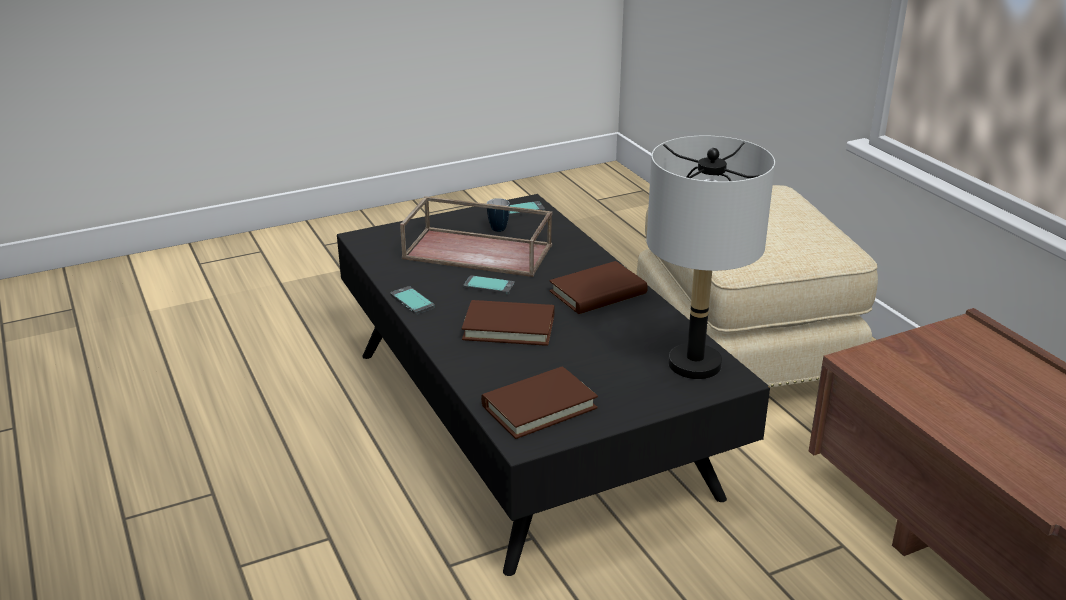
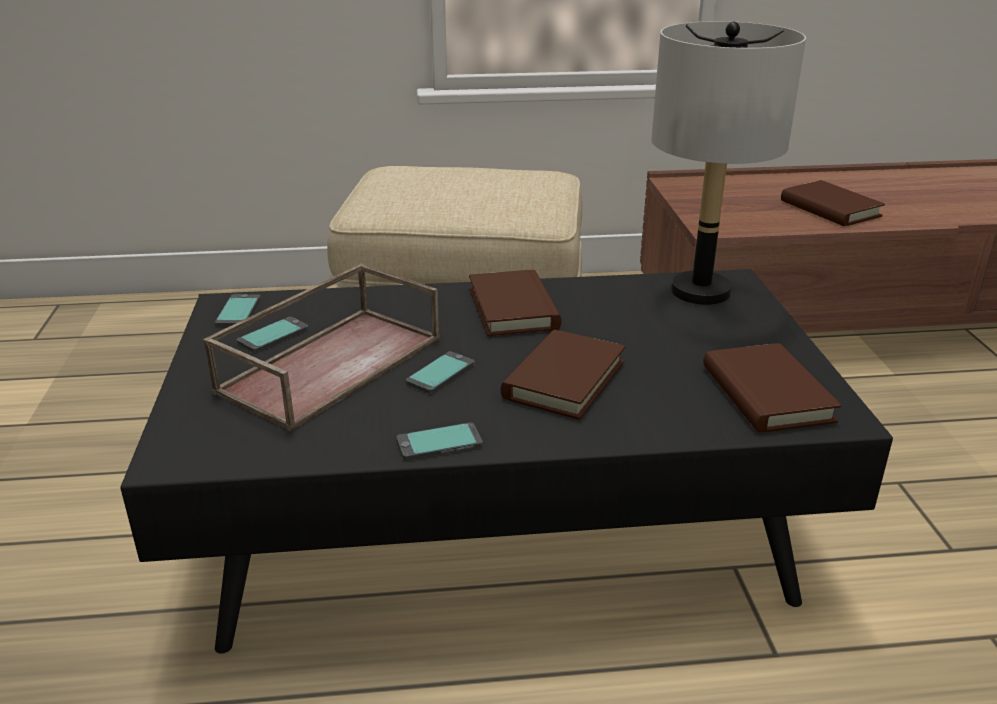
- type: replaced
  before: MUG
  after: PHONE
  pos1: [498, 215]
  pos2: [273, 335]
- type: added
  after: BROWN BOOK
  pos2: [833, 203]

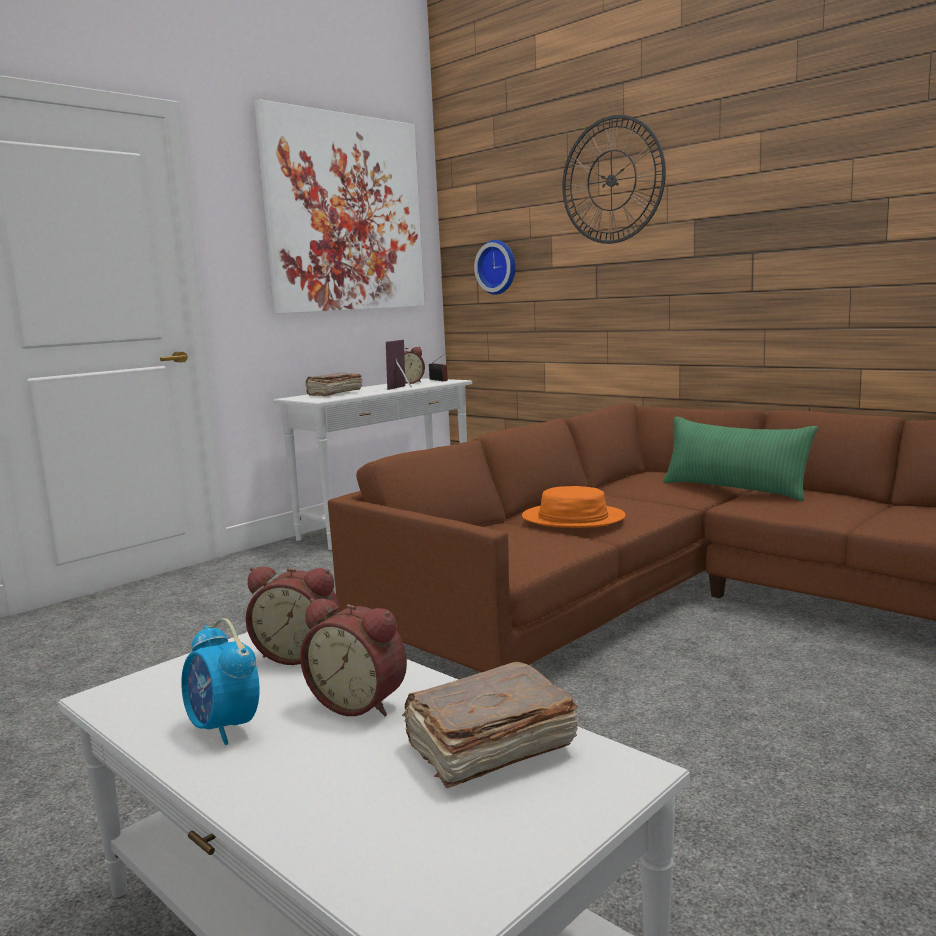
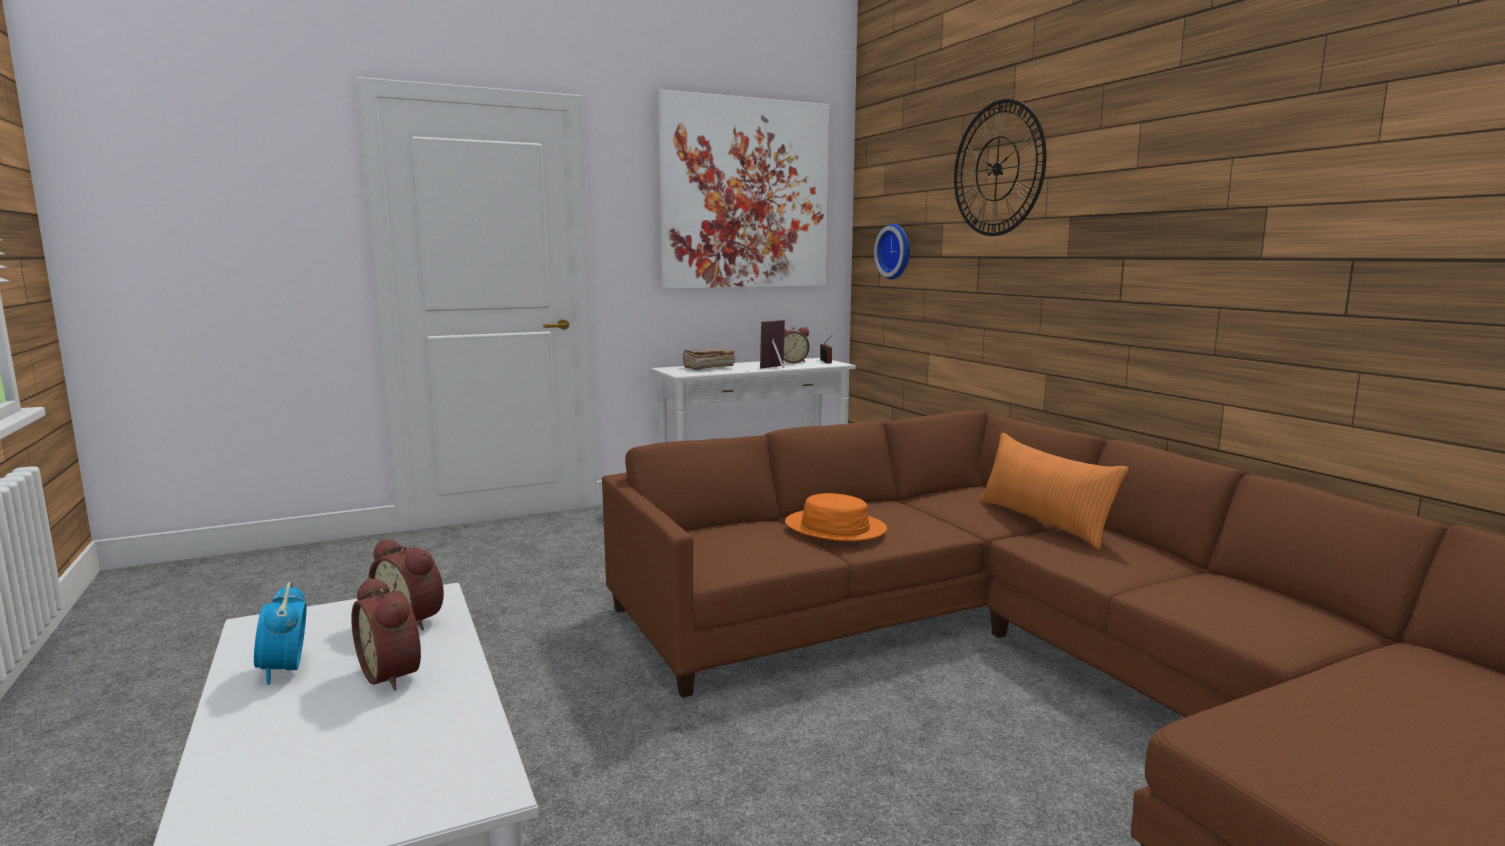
- type: removed
  before: BROWN BOOK
  pos1: [490, 725]
- type: recoloured
  before: GREEN PILLOW
  after: ORANGE PILLOW
  pos1: [740, 459]
  pos2: [1054, 491]

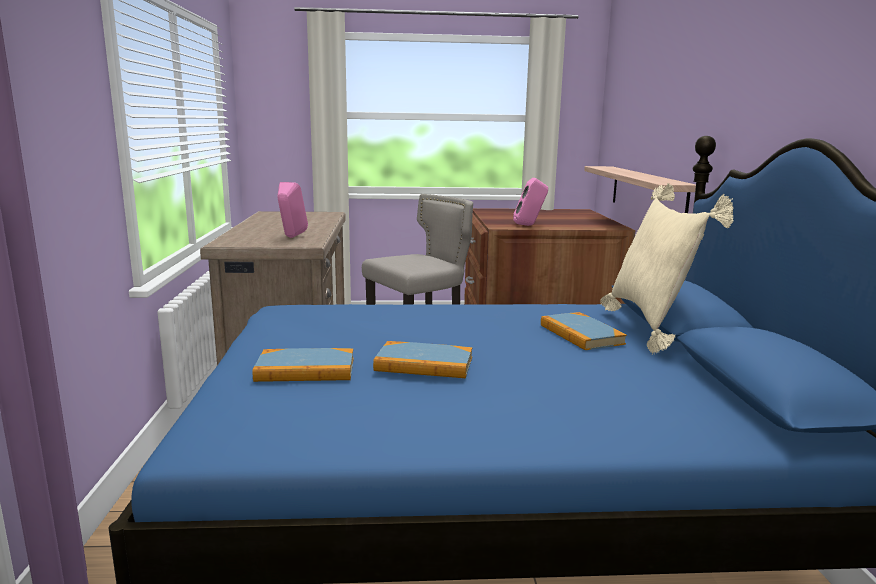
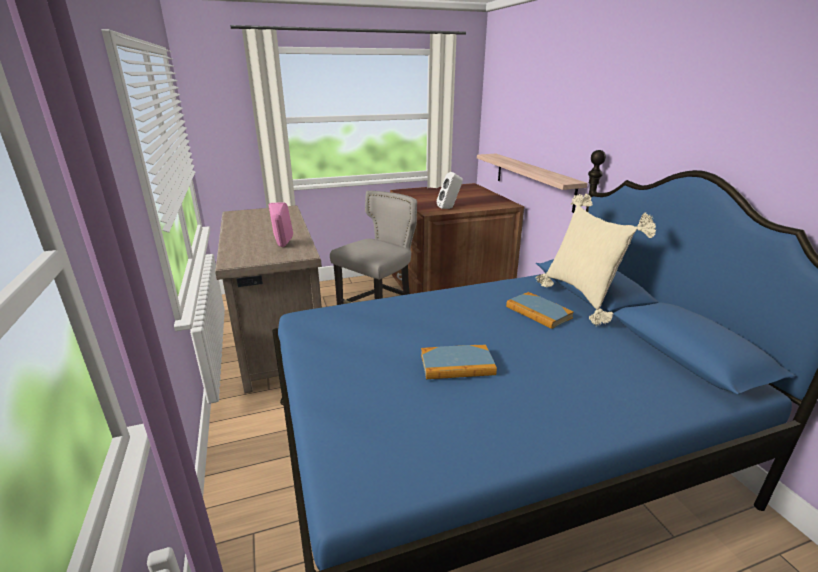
- type: removed
  before: BOOK
  pos1: [303, 365]
- type: recoloured
  before: PINK SPEAKER
  after: WHITE SPEAKER
  pos1: [530, 202]
  pos2: [449, 190]

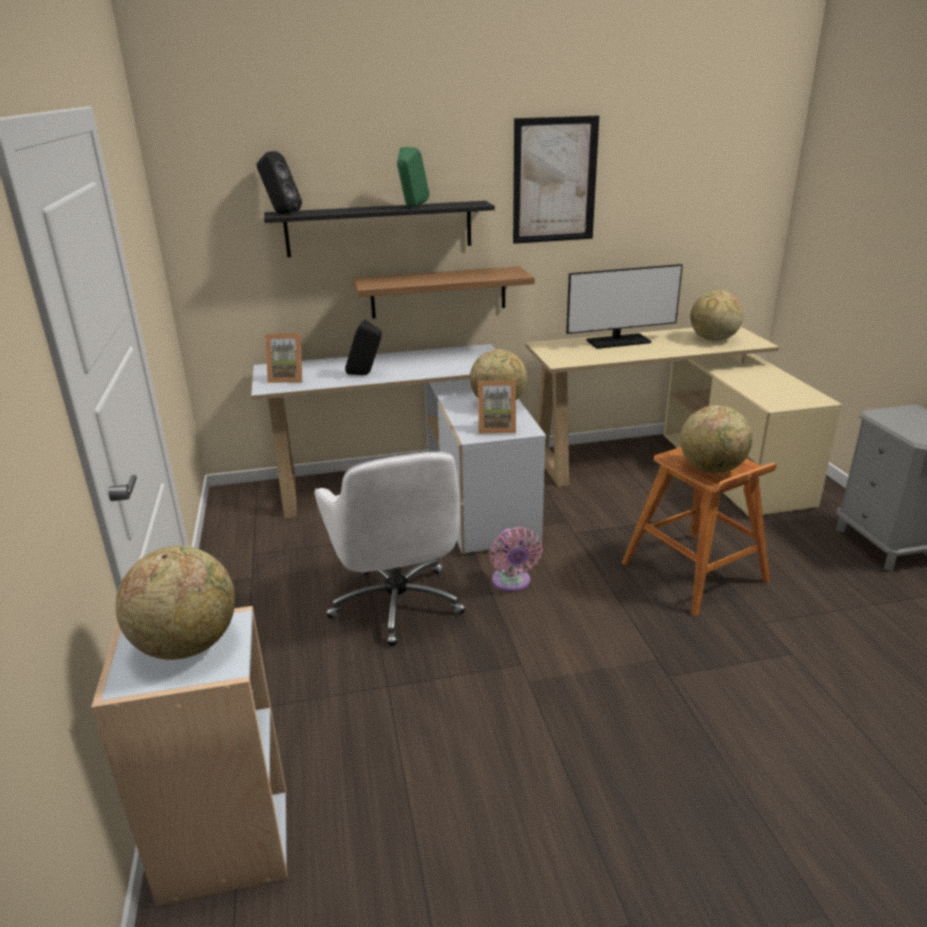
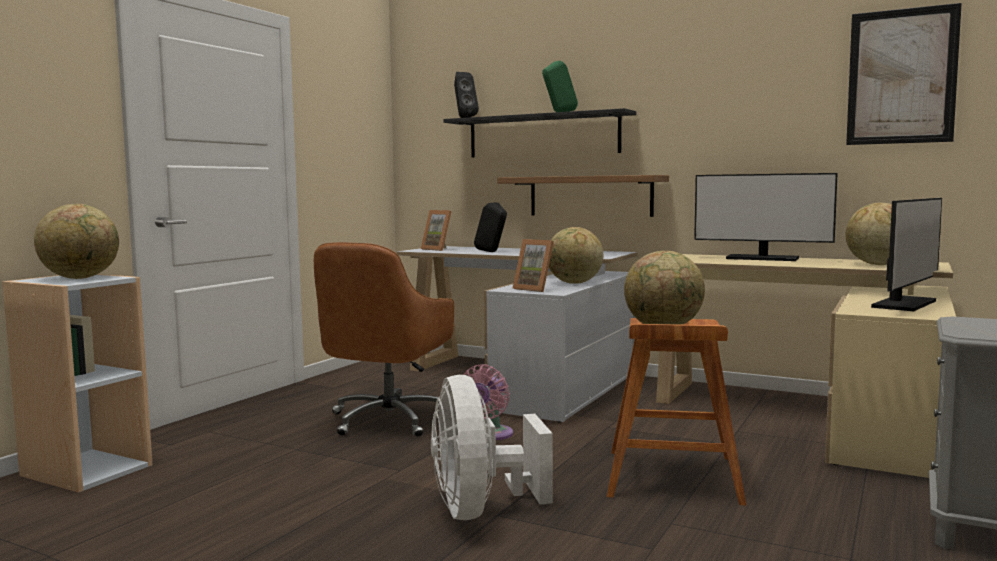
- type: recoloured
  before: WHITE OFFICE CHAIR
  after: BROWN OFFICE CHAIR
  pos1: [389, 549]
  pos2: [384, 339]
- type: moved
  before: PICTURE
  pos1: [556, 179]
  pos2: [904, 74]
- type: added
  after: WHITE FAN
  pos2: [492, 447]
- type: added
  after: MONITOR
  pos2: [906, 254]

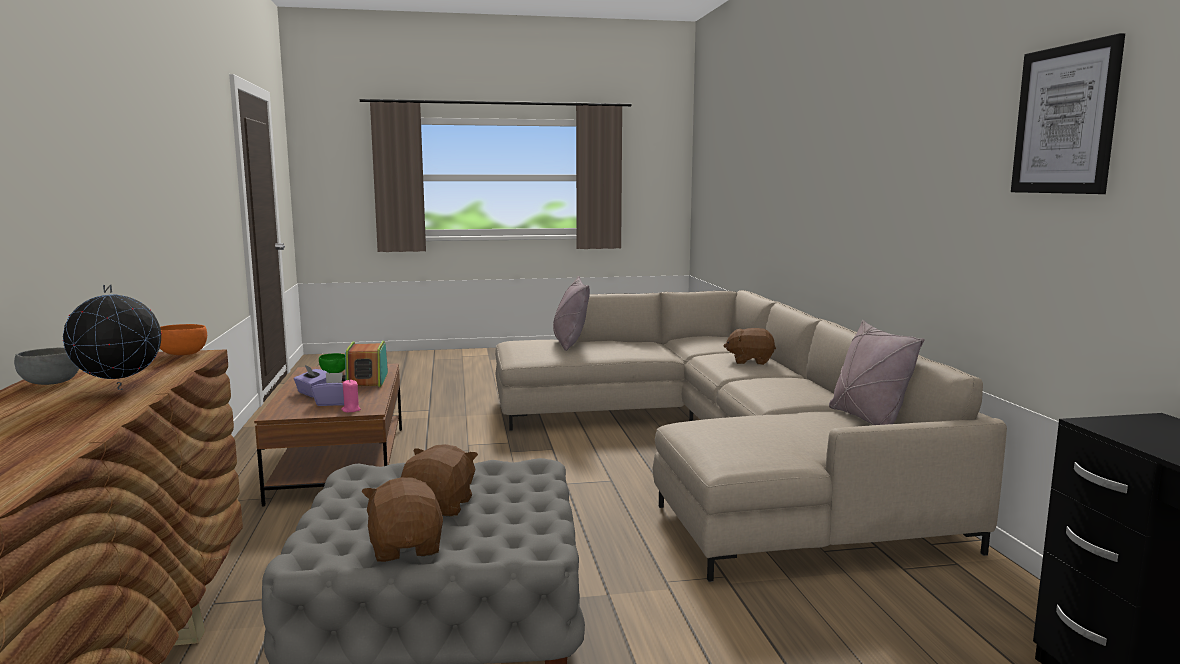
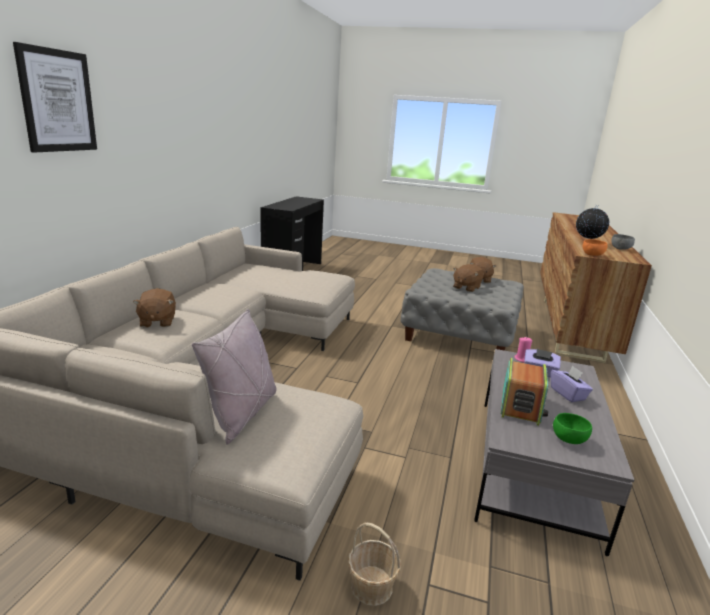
- type: recoloured
  before: BROWN COFFEE TABLE
  after: GREY COFFEE TABLE
  pos1: [328, 435]
  pos2: [554, 452]
- type: turned
  before: BROWN PLUSH TOY
  pos1: [750, 346]
  pos2: [154, 308]
  turn: 45
- type: removed
  before: PURPLE PILLOW
  pos1: [877, 372]
- type: moved
  before: PICTURE
  pos1: [1068, 113]
  pos2: [55, 97]
- type: added
  after: BASKET
  pos2: [374, 564]

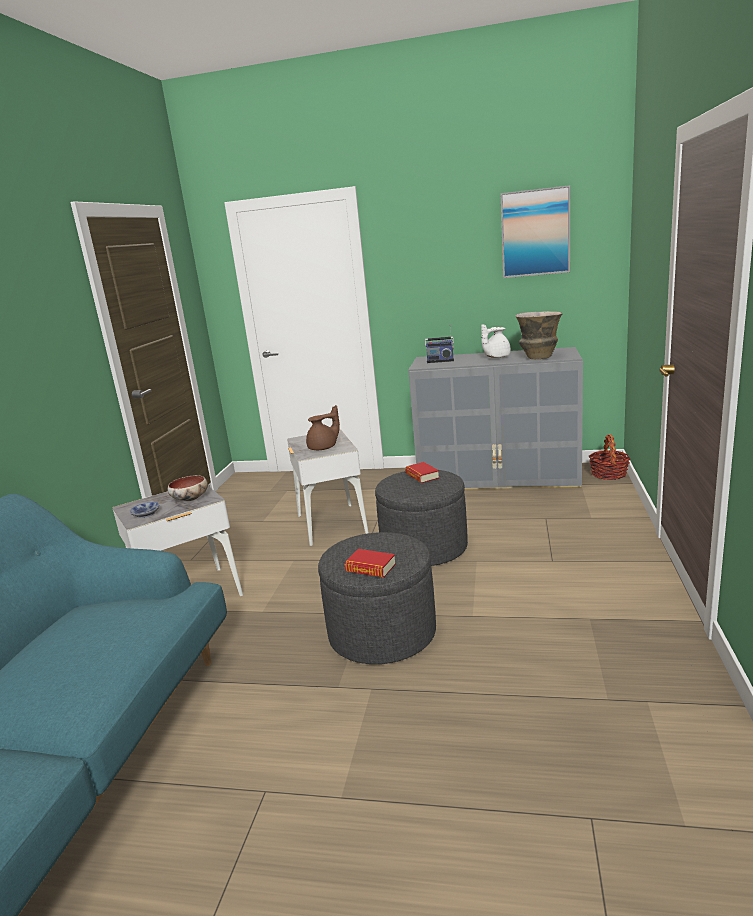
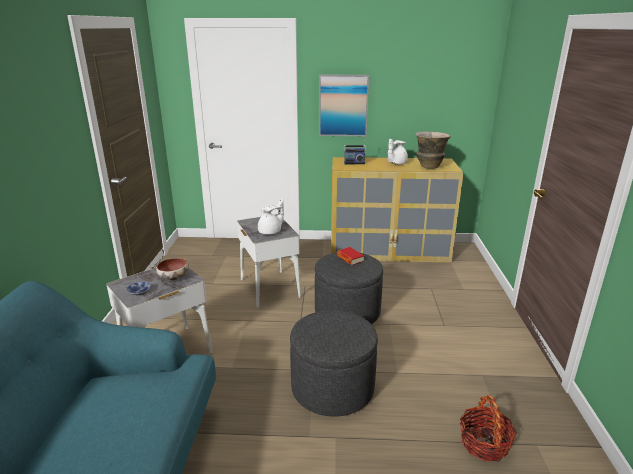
- type: recoloured
  before: BROWN TEAPOT
  after: WHITE TEAPOT
  pos1: [323, 427]
  pos2: [271, 217]
- type: removed
  before: BOOK
  pos1: [370, 563]
- type: recoloured
  before: GREY CABINET
  after: YELLOW CABINET
  pos1: [495, 418]
  pos2: [397, 209]
- type: moved
  before: PICTURE
  pos1: [535, 231]
  pos2: [344, 105]
- type: moved
  before: BASKET
  pos1: [609, 457]
  pos2: [488, 428]

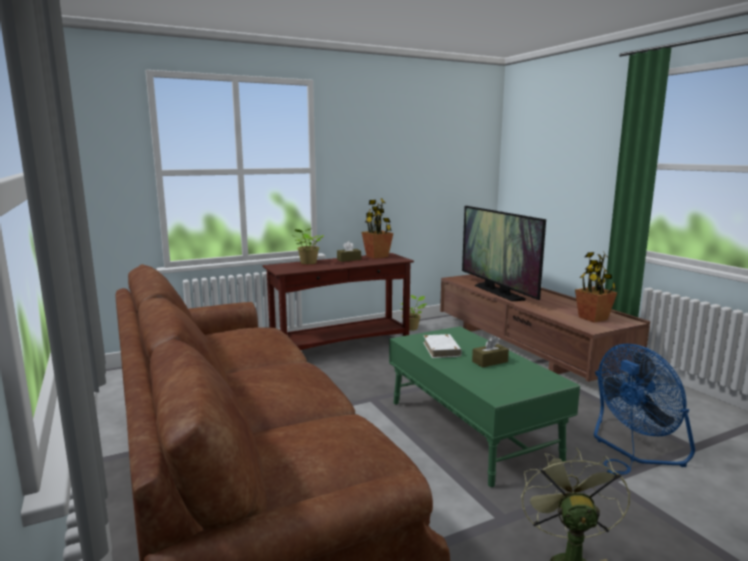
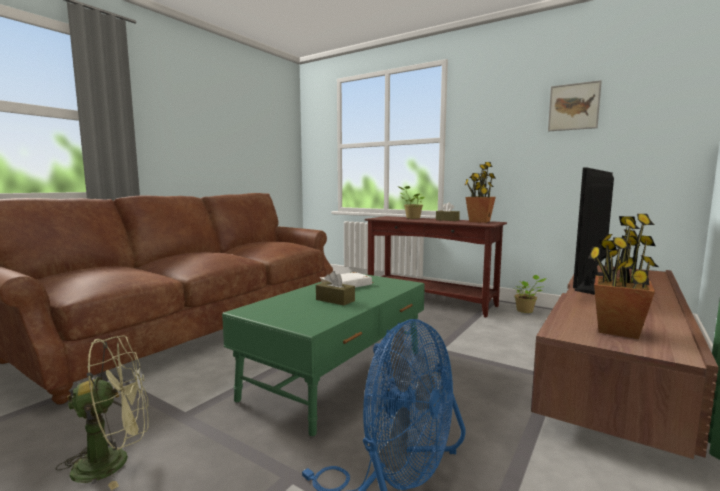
- type: added
  after: PICTURE
  pos2: [575, 105]

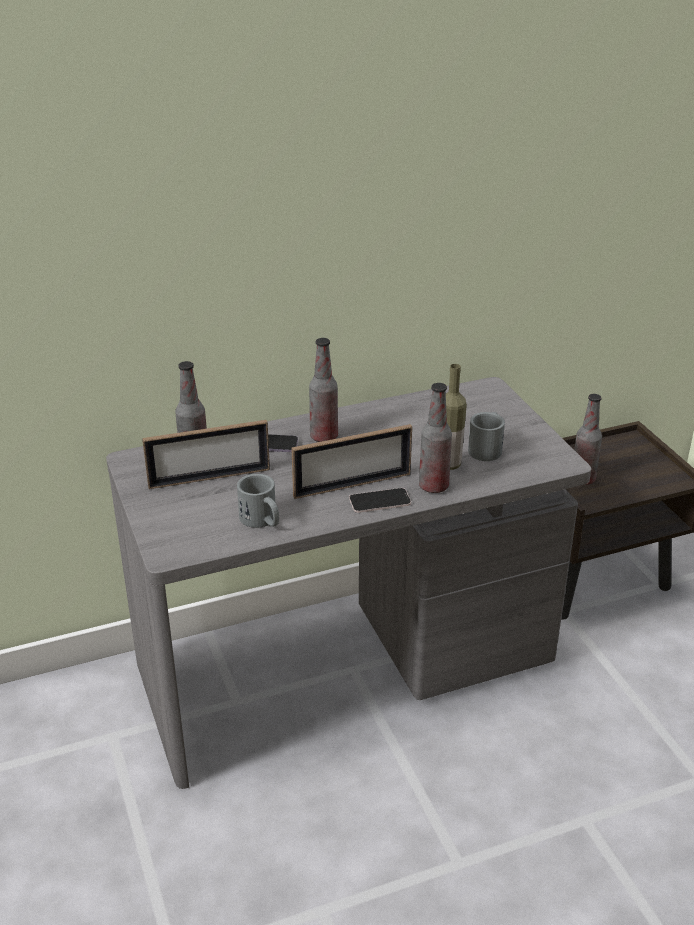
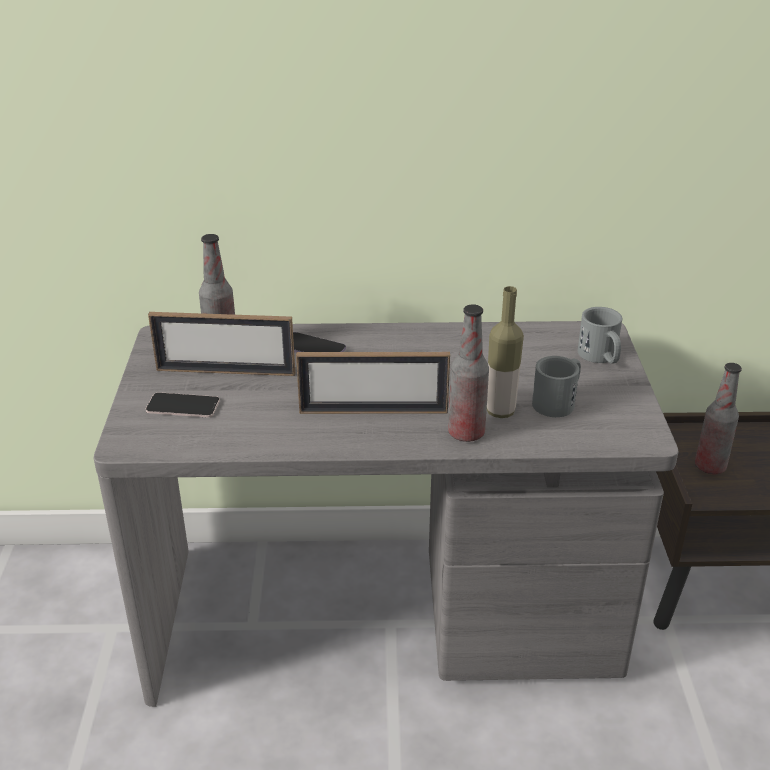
- type: moved
  before: GREY MUG
  pos1: [258, 501]
  pos2: [600, 335]
- type: removed
  before: BOTTLE
  pos1: [323, 390]
- type: moved
  before: PHONE
  pos1: [380, 500]
  pos2: [183, 404]

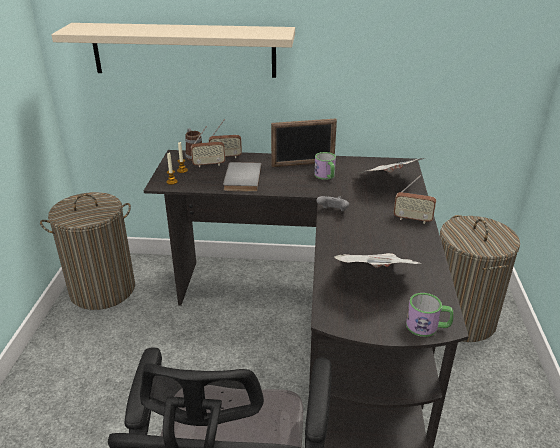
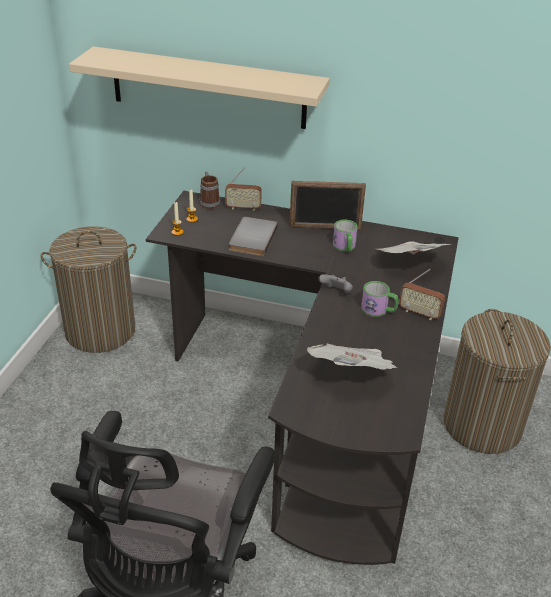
- type: removed
  before: RADIO
  pos1: [208, 146]
- type: moved
  before: MUG
  pos1: [429, 315]
  pos2: [380, 299]

